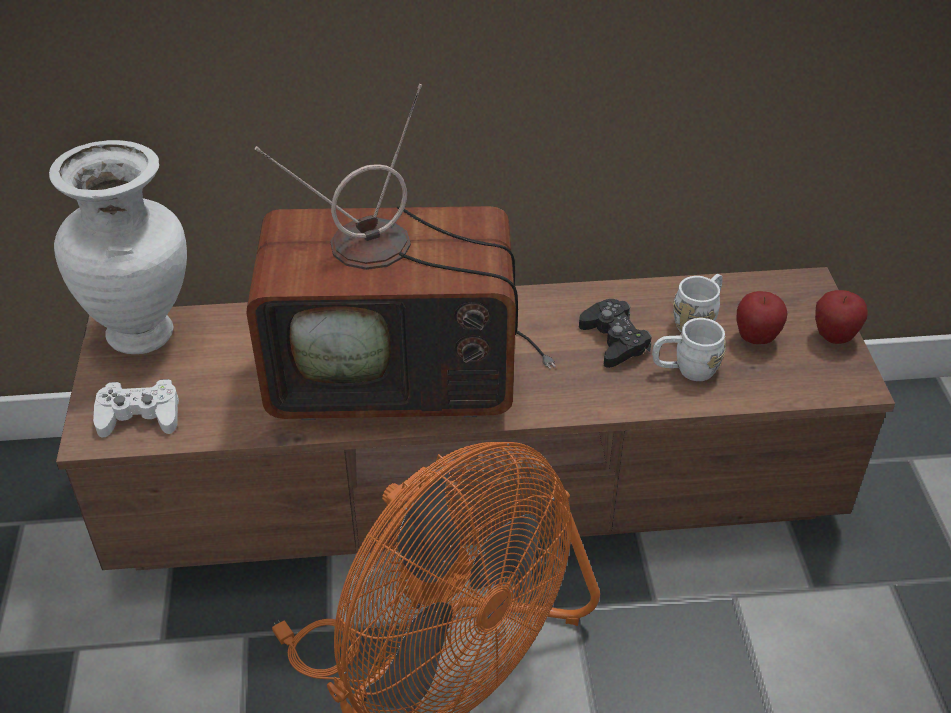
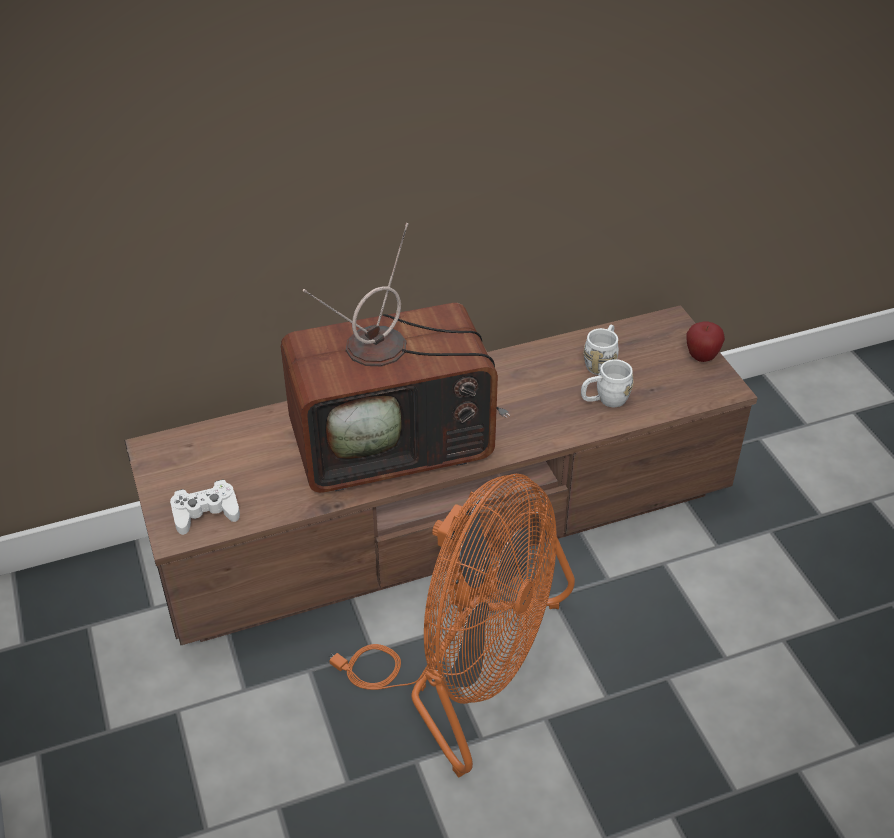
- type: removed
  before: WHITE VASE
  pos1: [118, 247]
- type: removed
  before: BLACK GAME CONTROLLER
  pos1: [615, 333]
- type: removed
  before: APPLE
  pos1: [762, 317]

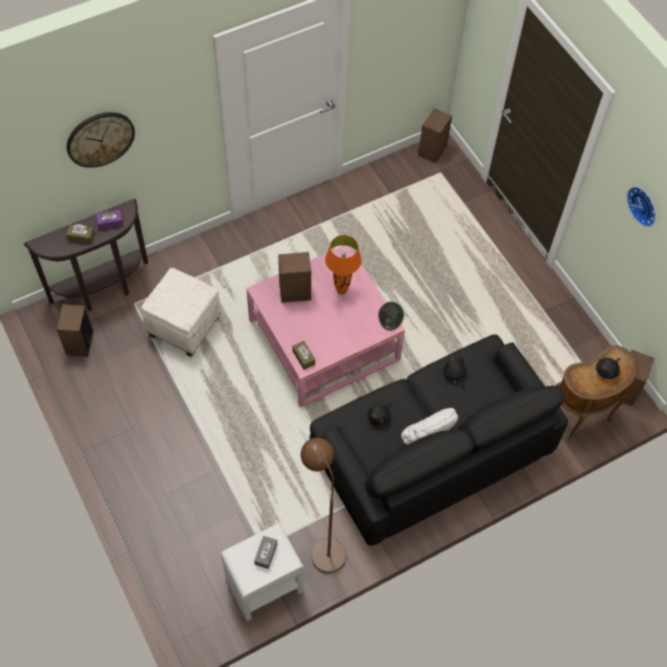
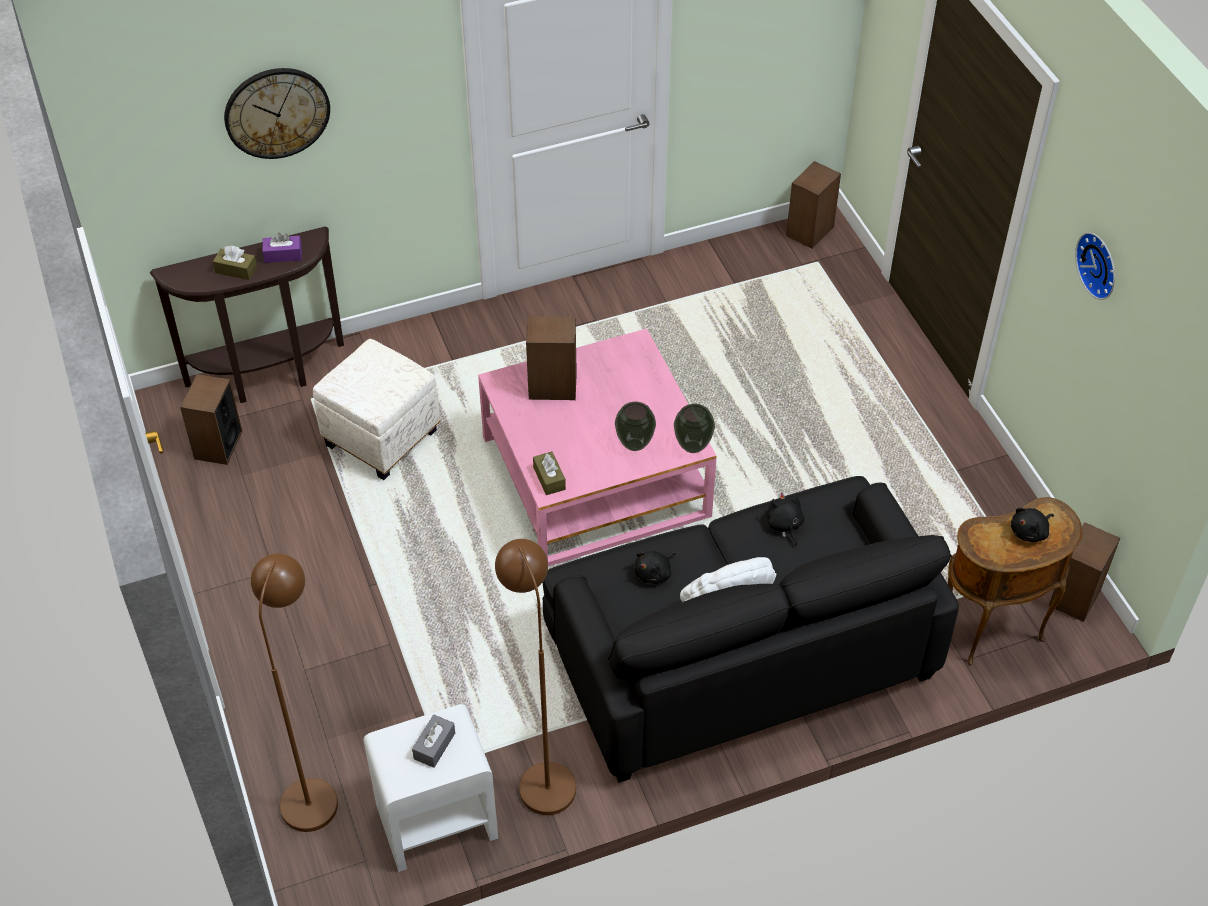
- type: removed
  before: ORANGE TABLE LAMP
  pos1: [343, 264]
- type: added
  after: BROWN FLOOR LAMP
  pos2: [294, 692]
- type: added
  after: VASE
  pos2: [635, 426]

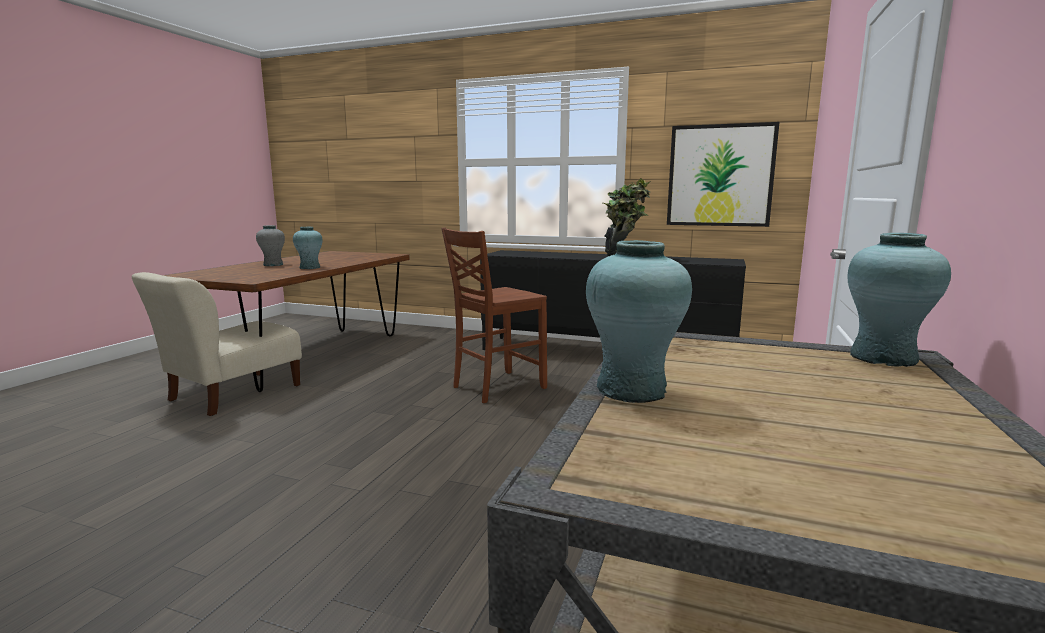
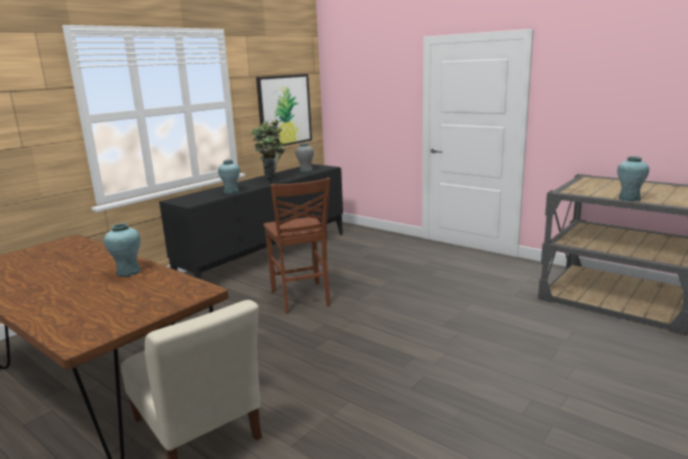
- type: moved
  before: GREY VASE
  pos1: [270, 245]
  pos2: [304, 157]
- type: moved
  before: TURQUOISE VASE
  pos1: [899, 300]
  pos2: [229, 177]

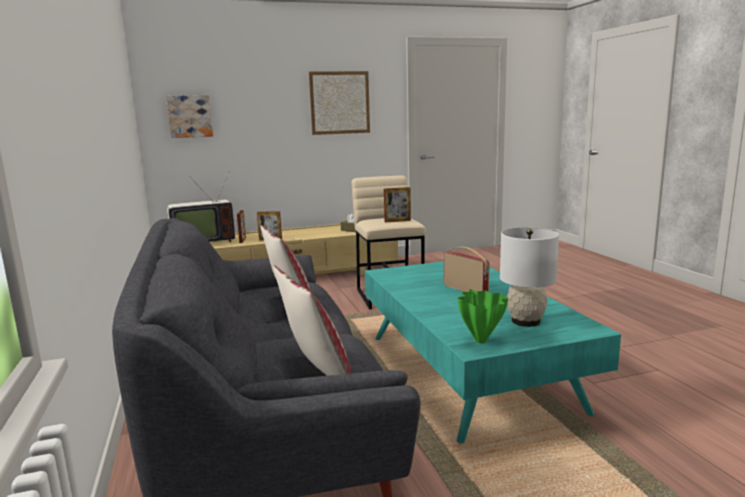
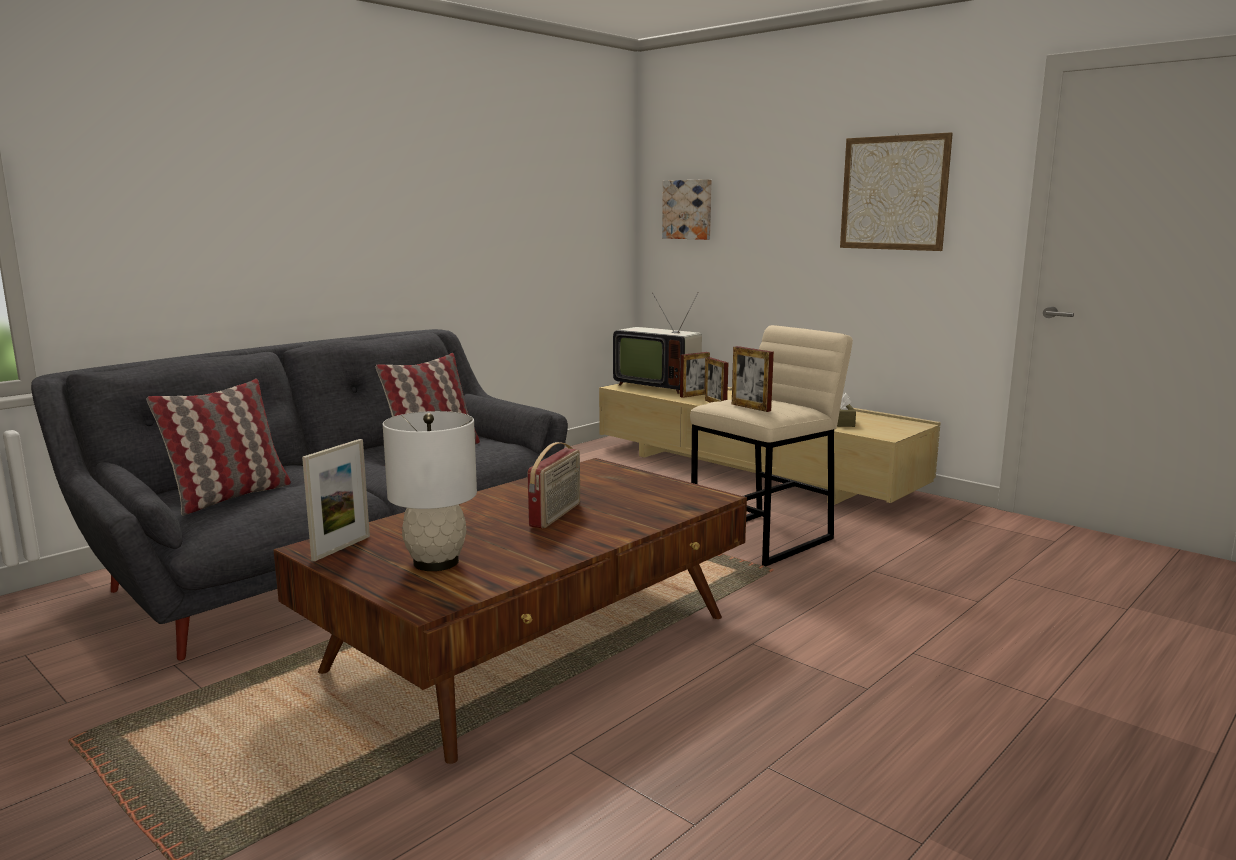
- type: recoloured
  before: TURQUOISE COFFEE TABLE
  after: BROWN COFFEE TABLE
  pos1: [493, 352]
  pos2: [510, 611]
- type: replaced
  before: GREEN VASE
  after: PICTURE FRAME
  pos1: [483, 316]
  pos2: [336, 500]

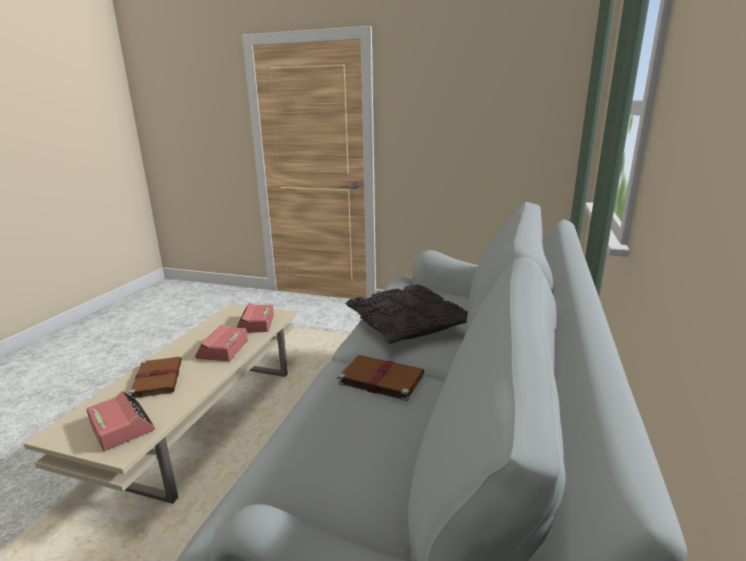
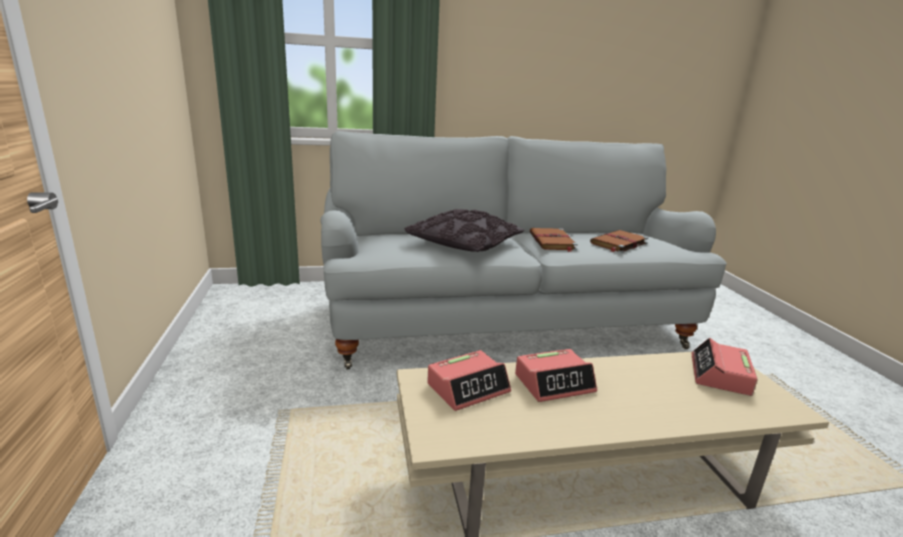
- type: moved
  before: BROWN BOOK
  pos1: [155, 378]
  pos2: [619, 241]

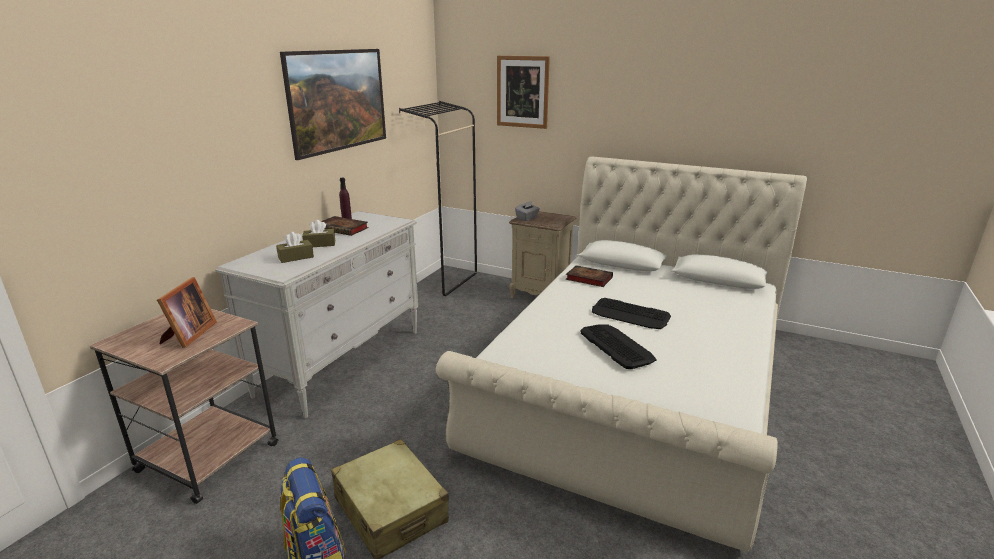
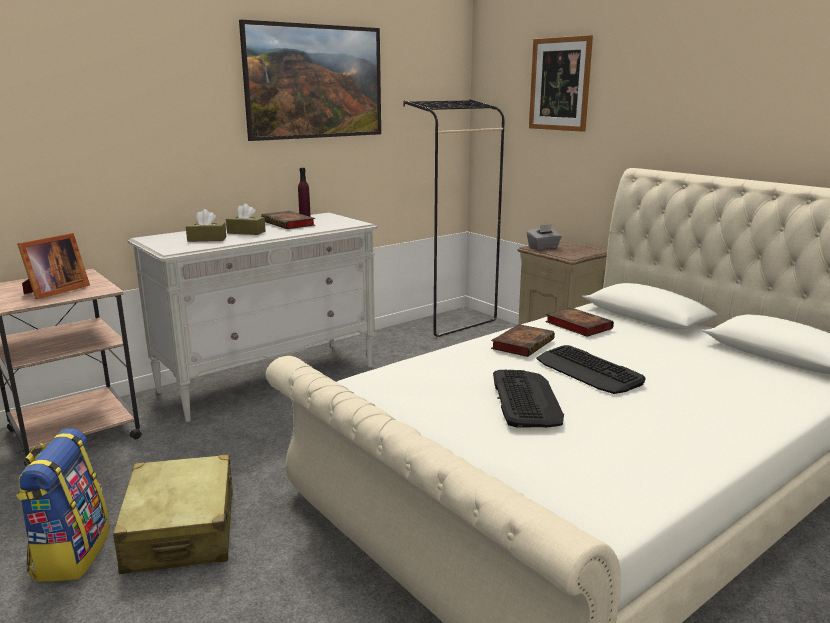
- type: added
  after: BOOK
  pos2: [523, 340]

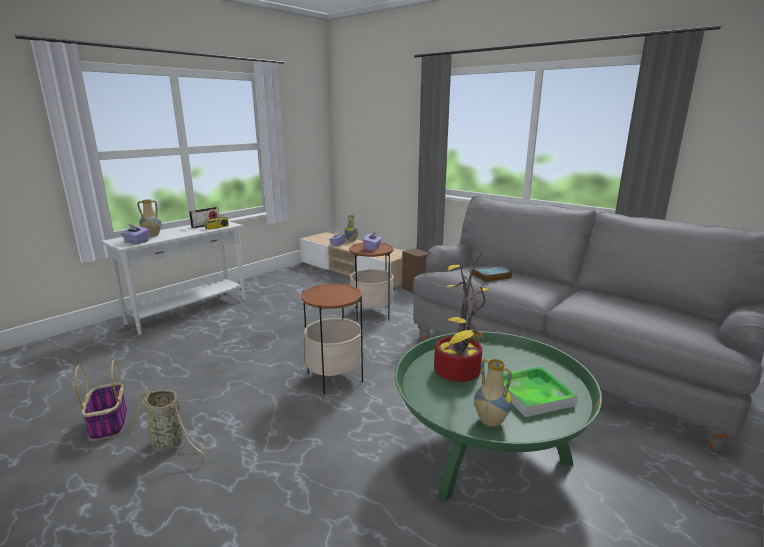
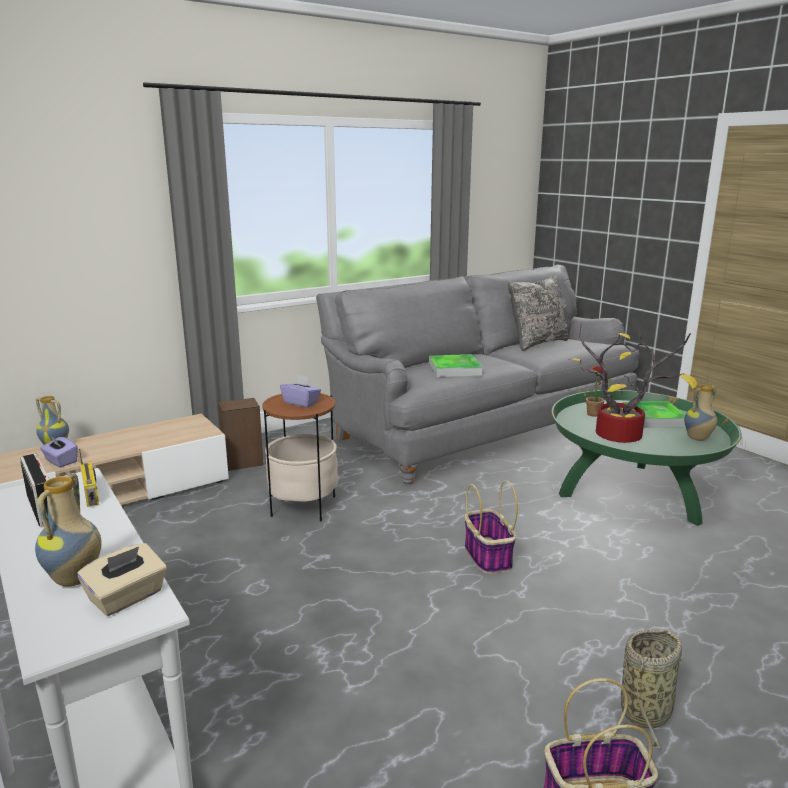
- type: recoloured
  before: PURPLE TISSUE BOX
  after: BEIGE TISSUE BOX
  pos1: [135, 234]
  pos2: [122, 579]
- type: replaced
  before: SIDE TABLE
  after: BASKET
  pos1: [332, 338]
  pos2: [491, 527]
- type: replaced
  before: BOOK
  after: TRAY
  pos1: [492, 273]
  pos2: [455, 365]
- type: added
  after: GREY PILLOW
  pos2: [538, 313]
- type: added
  after: POTTED PLANT
  pos2: [593, 391]

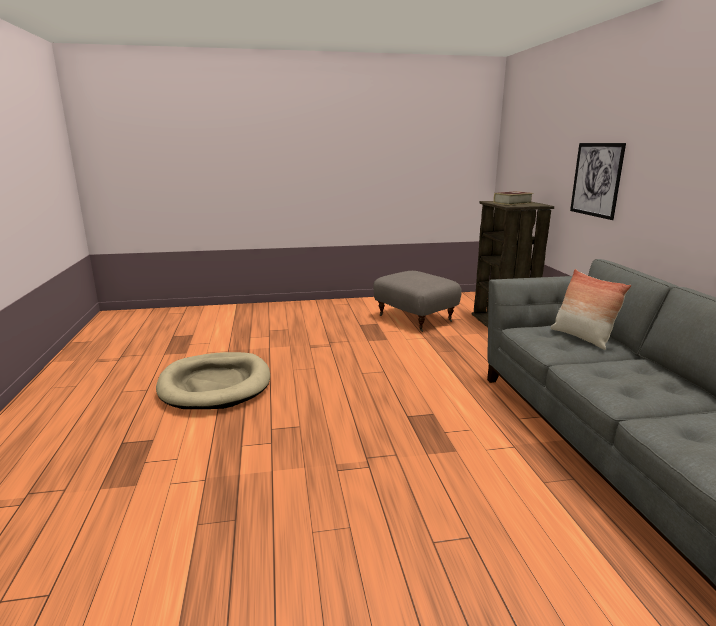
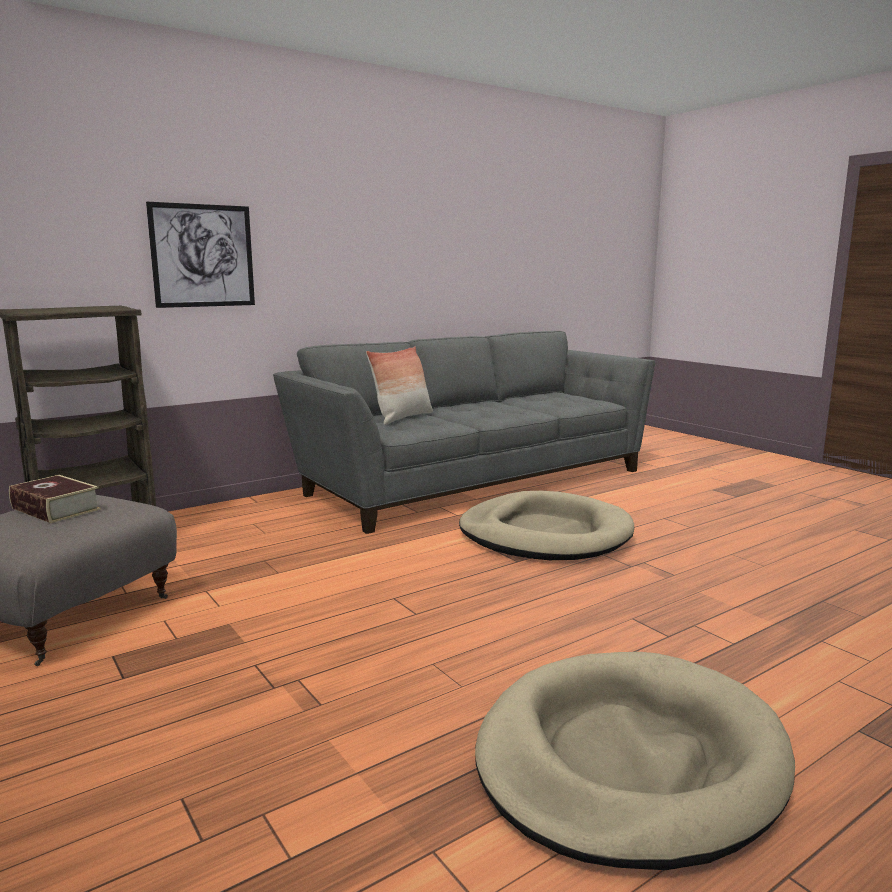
- type: moved
  before: BOOK
  pos1: [513, 198]
  pos2: [55, 499]
- type: added
  after: BEIGE DOG BED
  pos2: [546, 525]

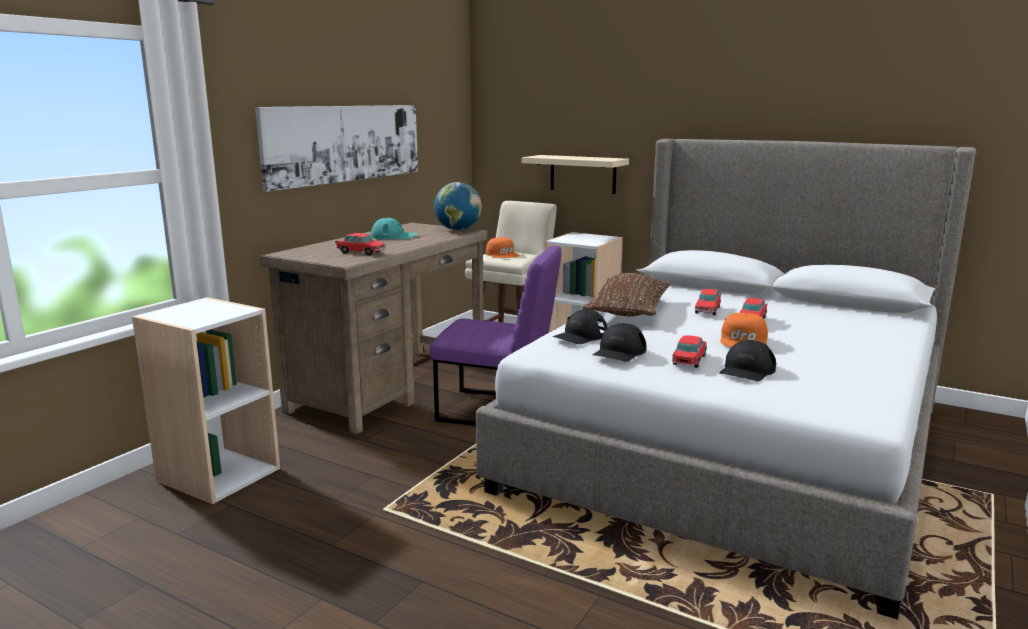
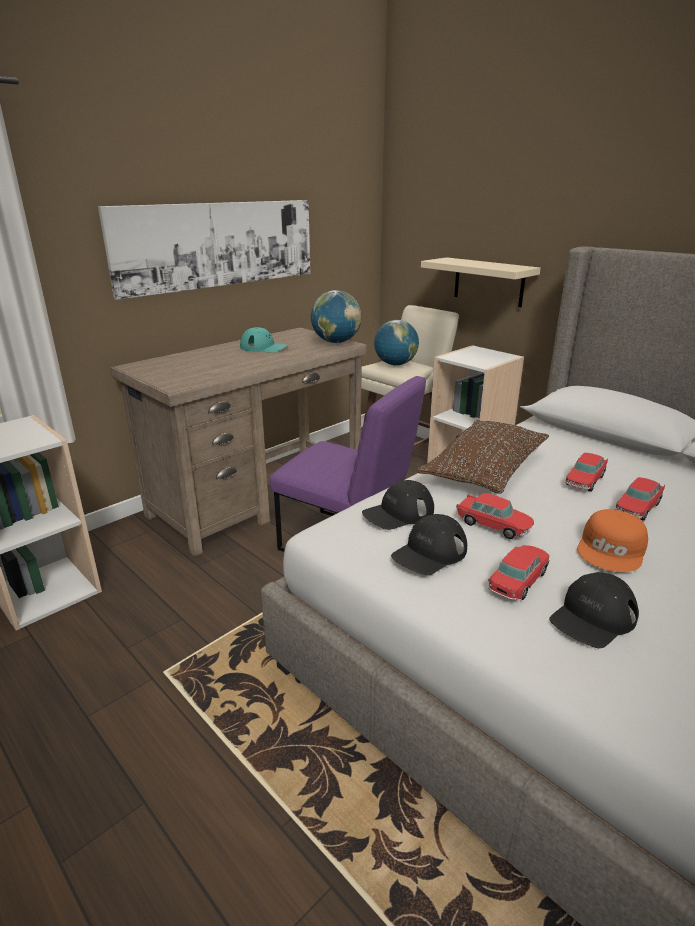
- type: moved
  before: TOY CAR
  pos1: [360, 244]
  pos2: [495, 516]
- type: replaced
  before: ORANGE CAP
  after: GLOBE
  pos1: [503, 247]
  pos2: [396, 343]

